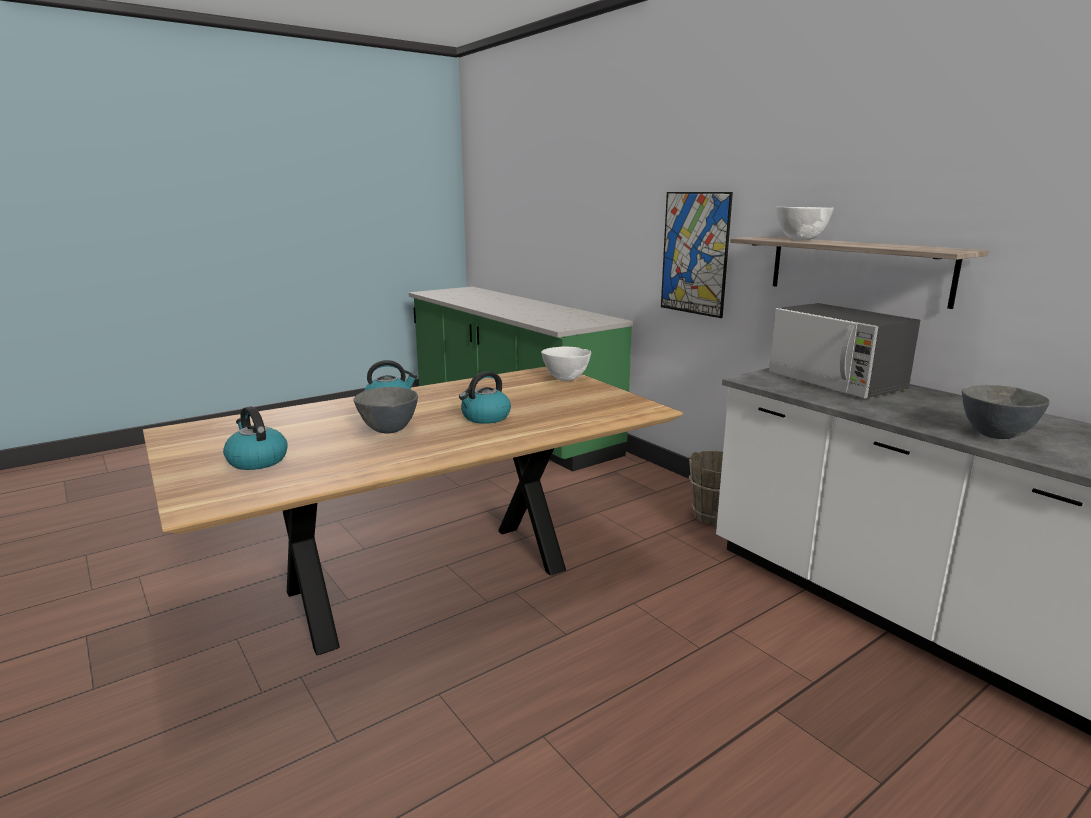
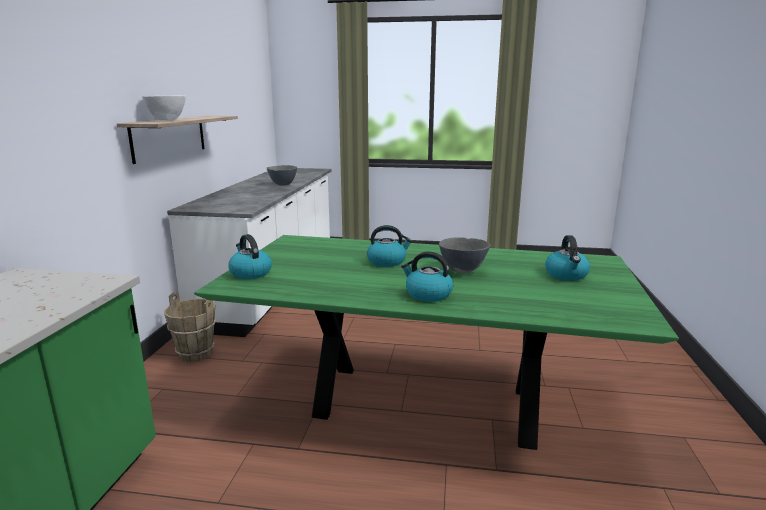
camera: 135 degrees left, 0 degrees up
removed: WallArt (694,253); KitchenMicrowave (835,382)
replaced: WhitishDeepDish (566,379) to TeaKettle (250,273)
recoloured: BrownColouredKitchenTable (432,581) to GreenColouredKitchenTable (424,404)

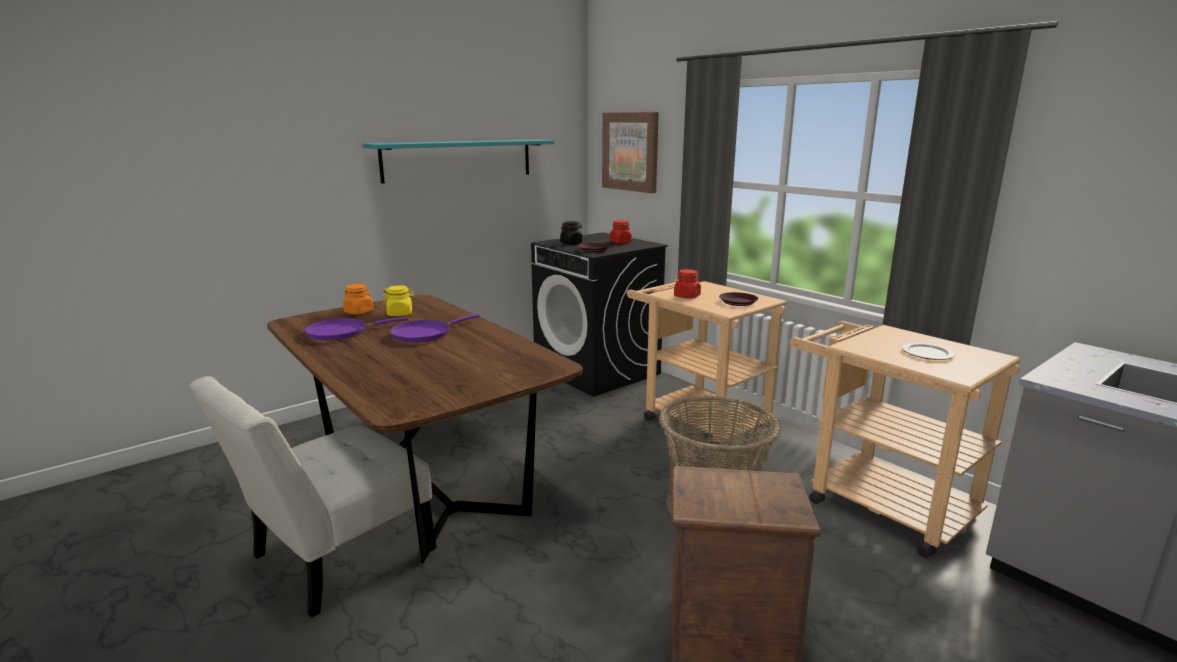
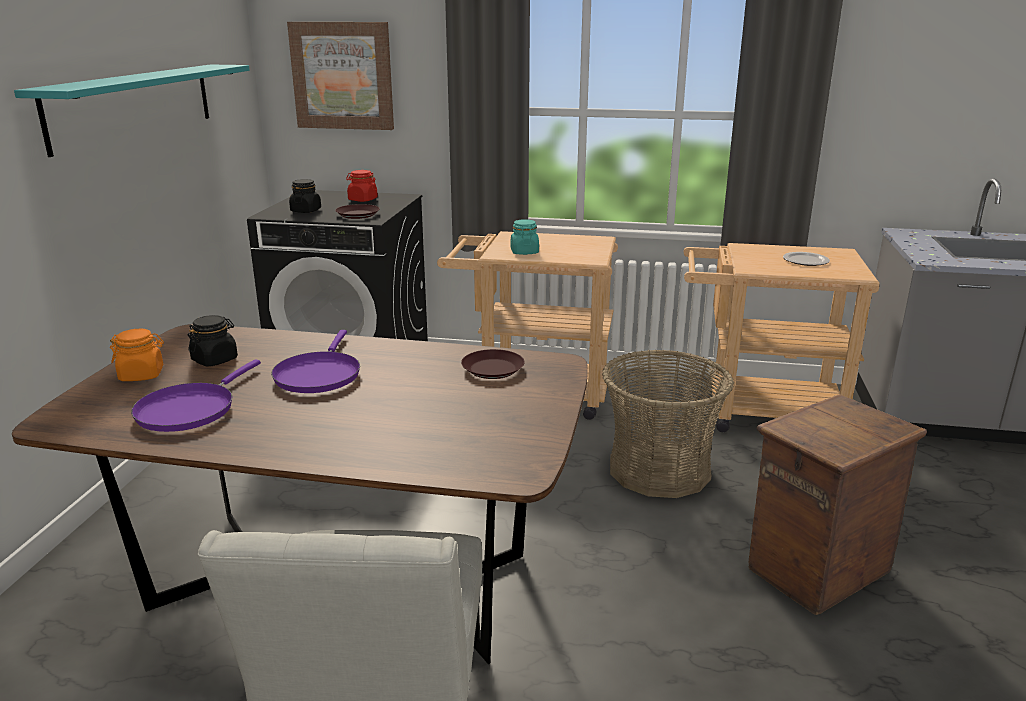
camera: 40 degrees left, 5 degrees up
moved: BrownColouredPlate (738,302) to (493,369)
recoloured: YellowishPreserveJar (400,314) to BlackPreserveJar (215,360); ReddishPreserveJar (687,296) to TurquoiseColouredPreserveJar (524,252)

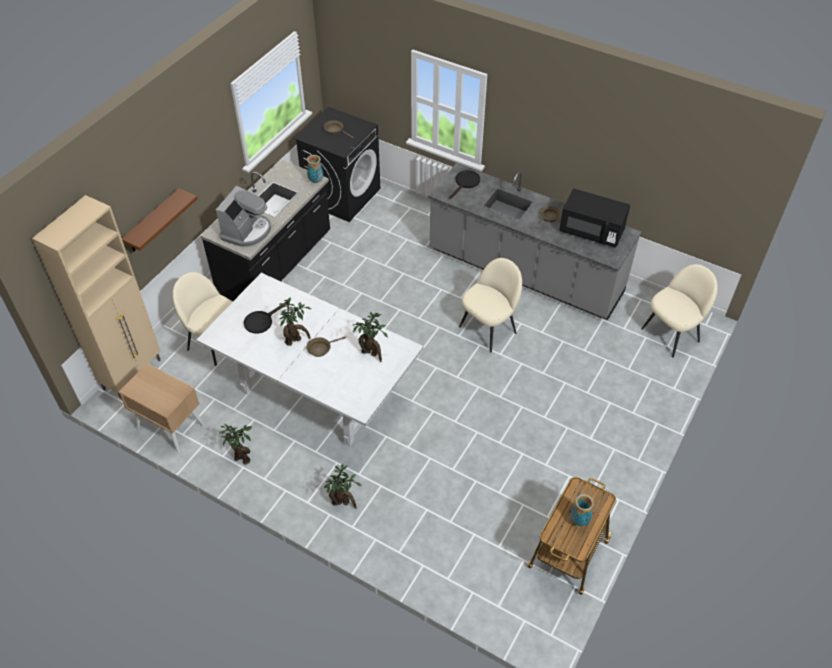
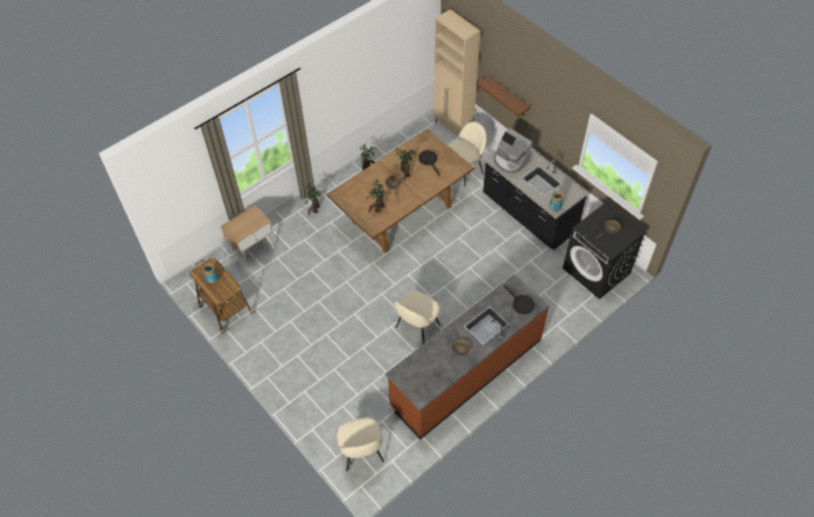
camera: 110 degrees right, 5 degrees up
removed: BlackKitchenMicrowave (591,231)
moved: SandColouredBedsideTable (170,427) to (253,249)
recoloured: WhitishKitchenTable (315,391) to BrownColouredKitchenTable (402,214); GreyishKitchenCounter (524,272) to BrownColouredKitchenCounter (466,372)
turned: SandColouredChair (489,329) = (417,327) 60 degrees clockwise

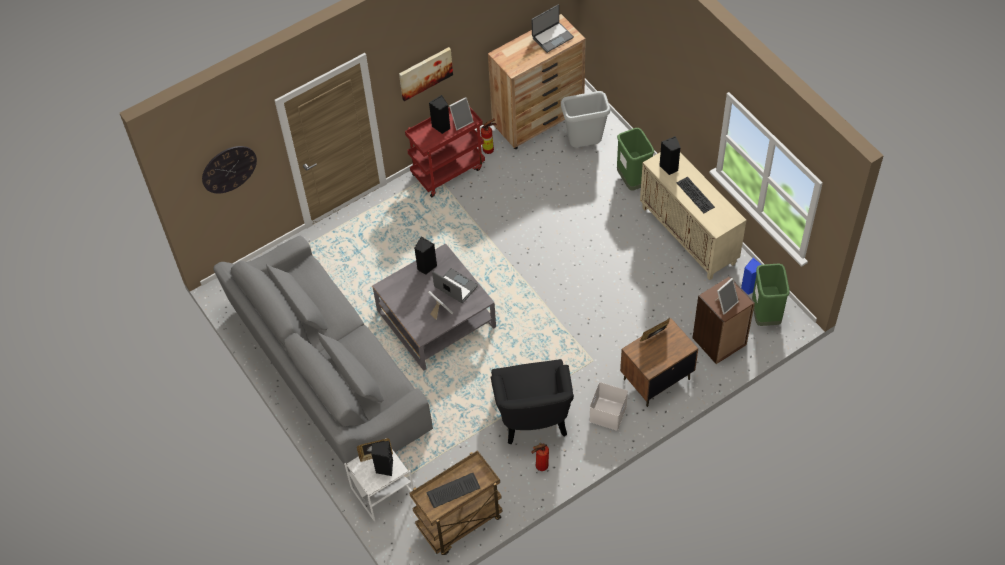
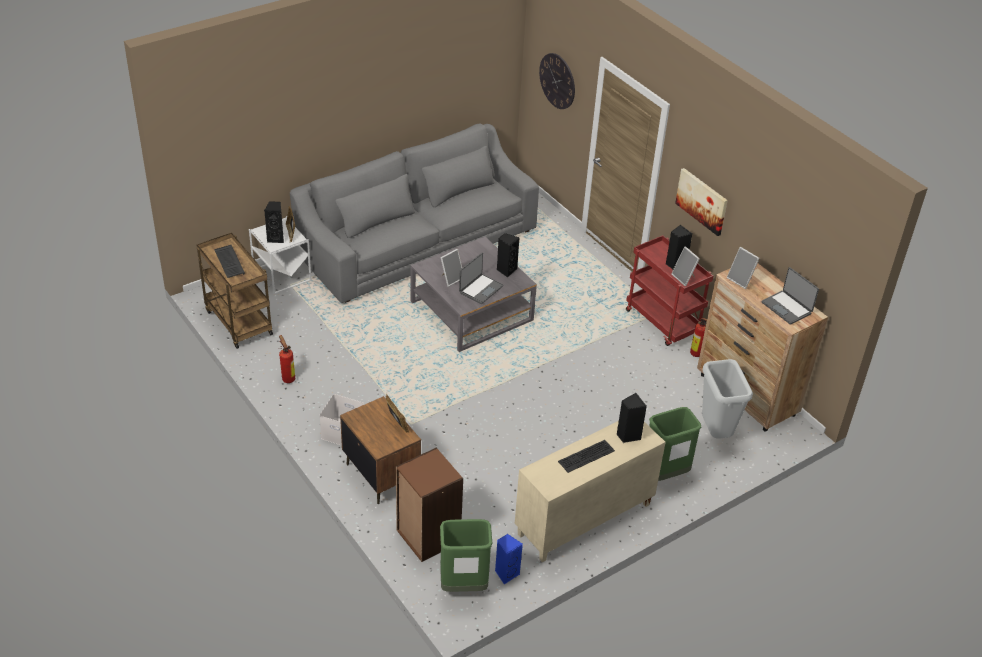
camera: 85 degrees right, 15 degrees down
removed: BlackLoungeChair (533,414)
moved: PhotoFrame (725,303) to (741,280)

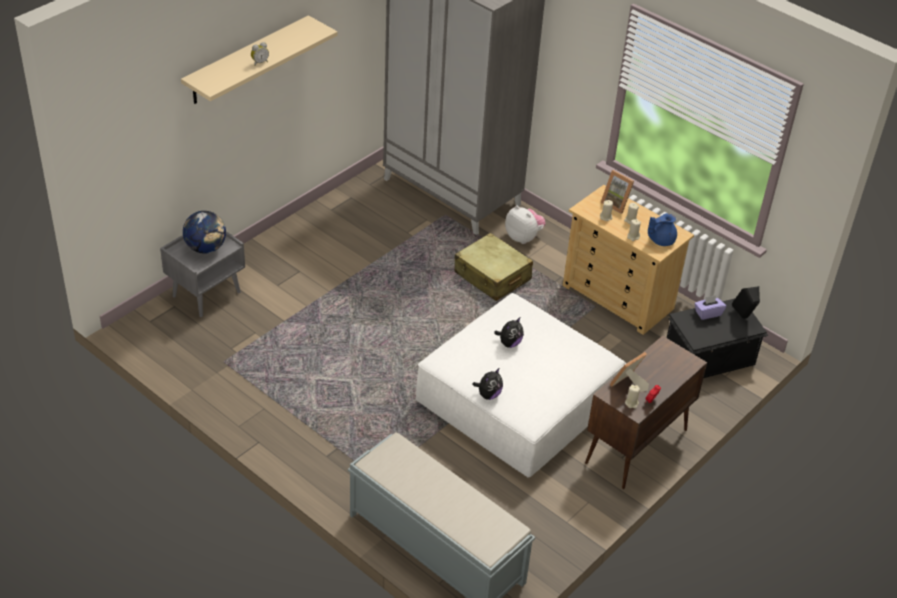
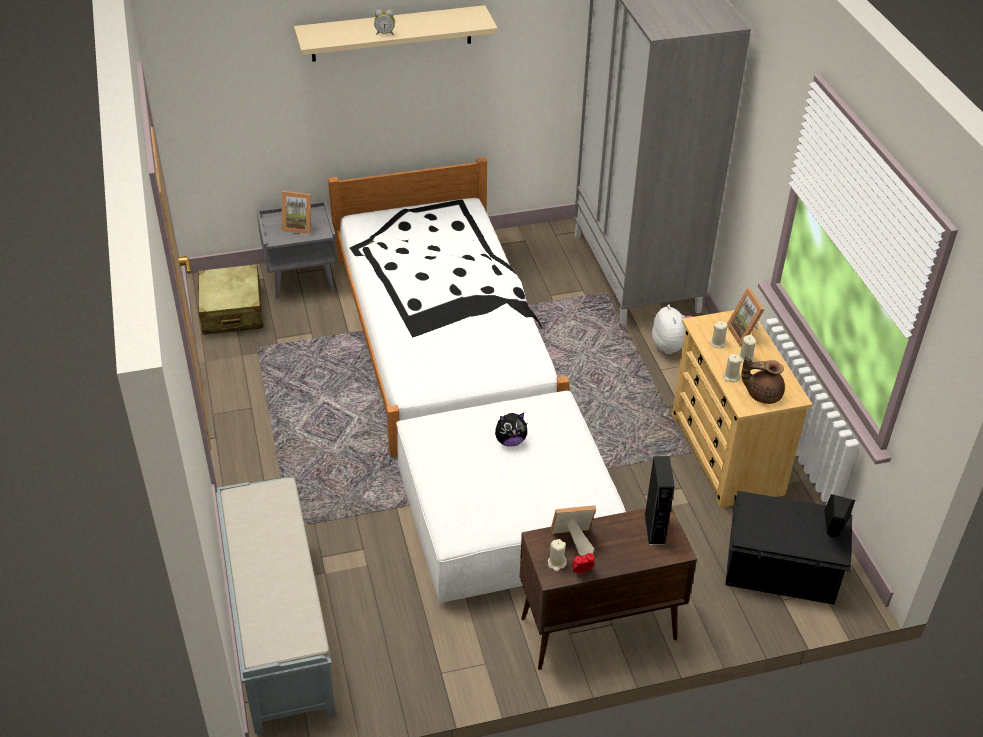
camera: 35 degrees right, 0 degrees up
removed: PlushToy (488,394); PurplishBoxOfTissues (708,313)
added: WhitishBedroomBed (442,336); BlackAudioSpeaker (654,529)
moved: SandColouredPieceOfLuggage (492,276) to (232,311)
replaced: DeskGlobe (206,248) to PhotoFrame (299,226)
recoloured: BlueTeaPot (660,240) to BrownColouredTeaPot (762,394)

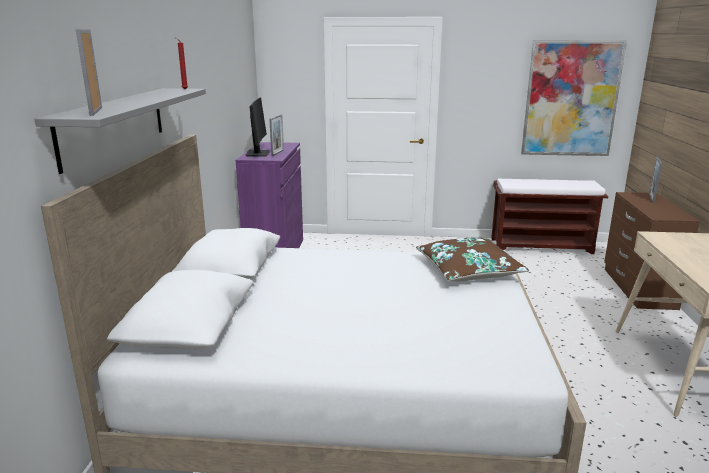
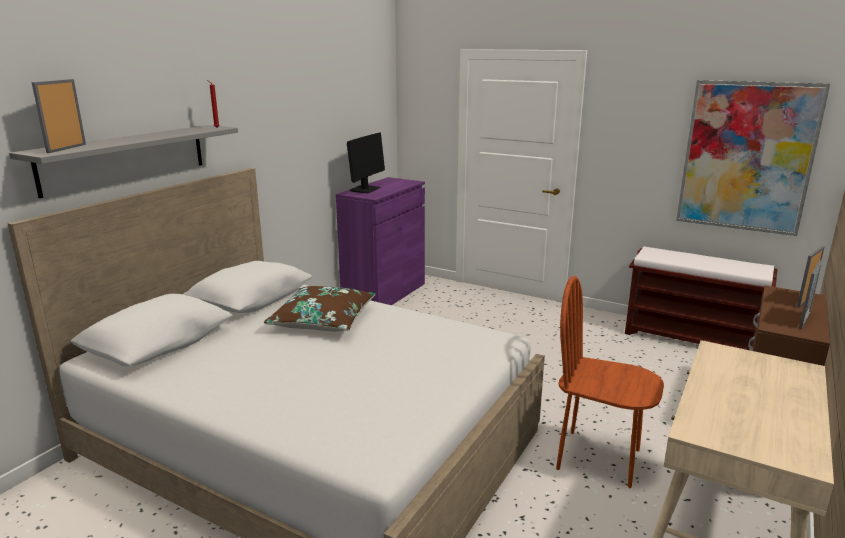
camera: 25 degrees right, 0 degrees up
added: BrownColouredChair (598,458)
moved: PhotoFrame (277,153) to (804,320); BrownColouredThrowPillow (468,270) to (323,320)

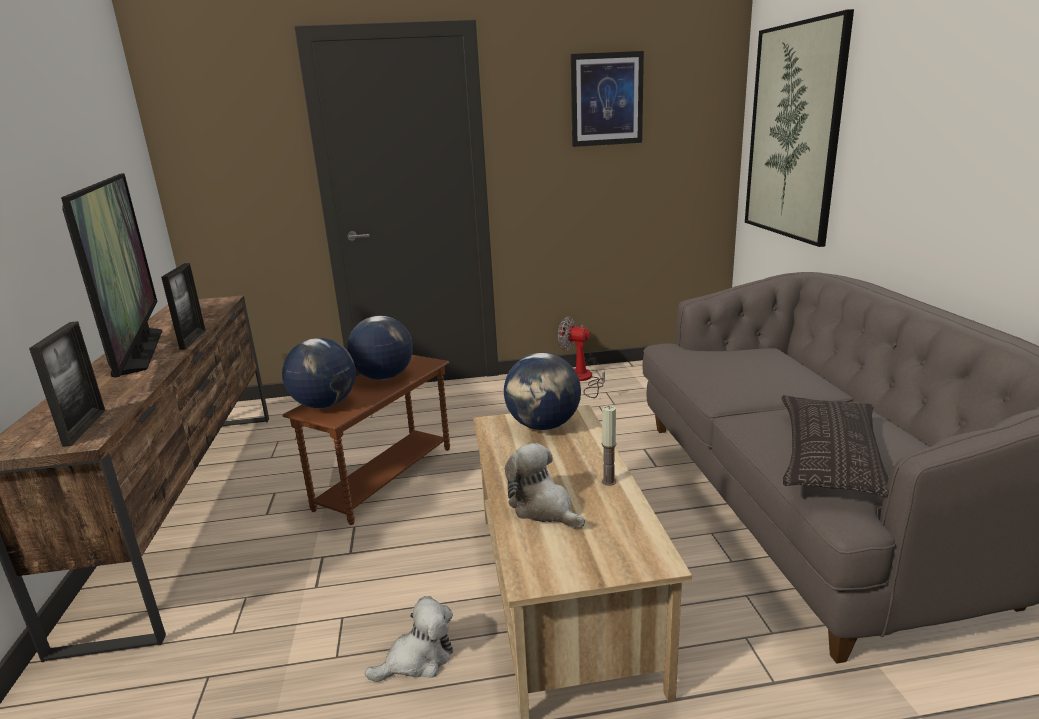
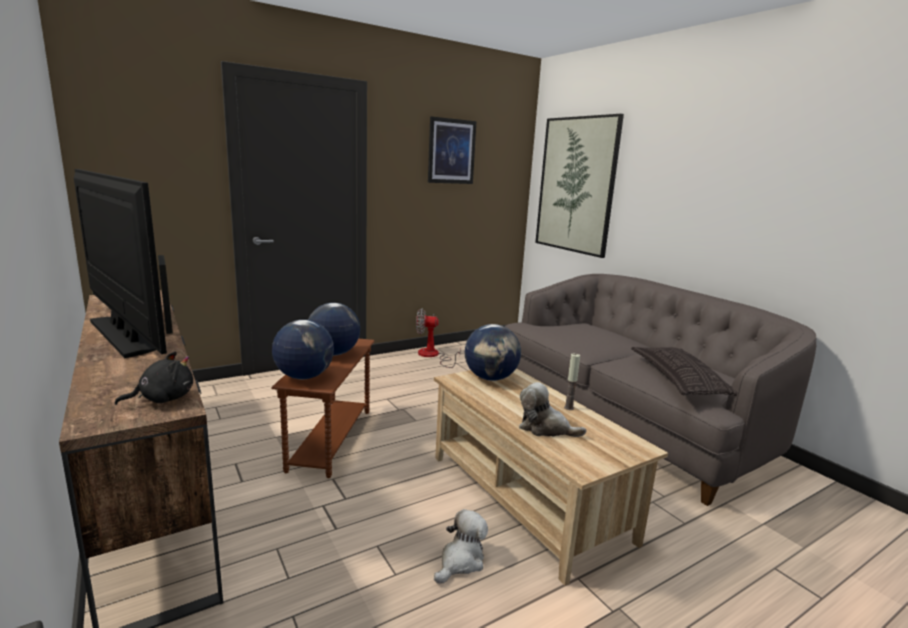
camera: 25 degrees left, 5 degrees down
replaced: PhotoFrame (85,427) to BlackPlushToy (163,399)

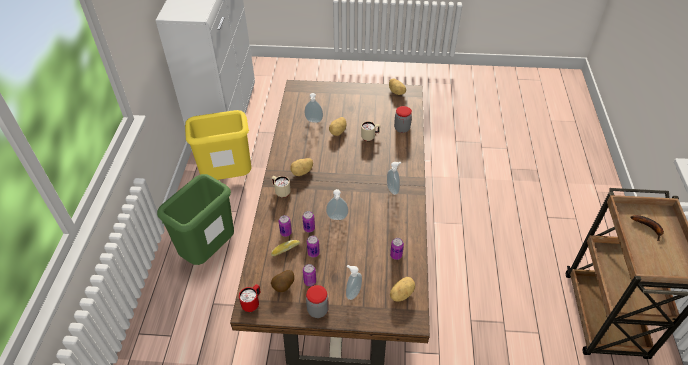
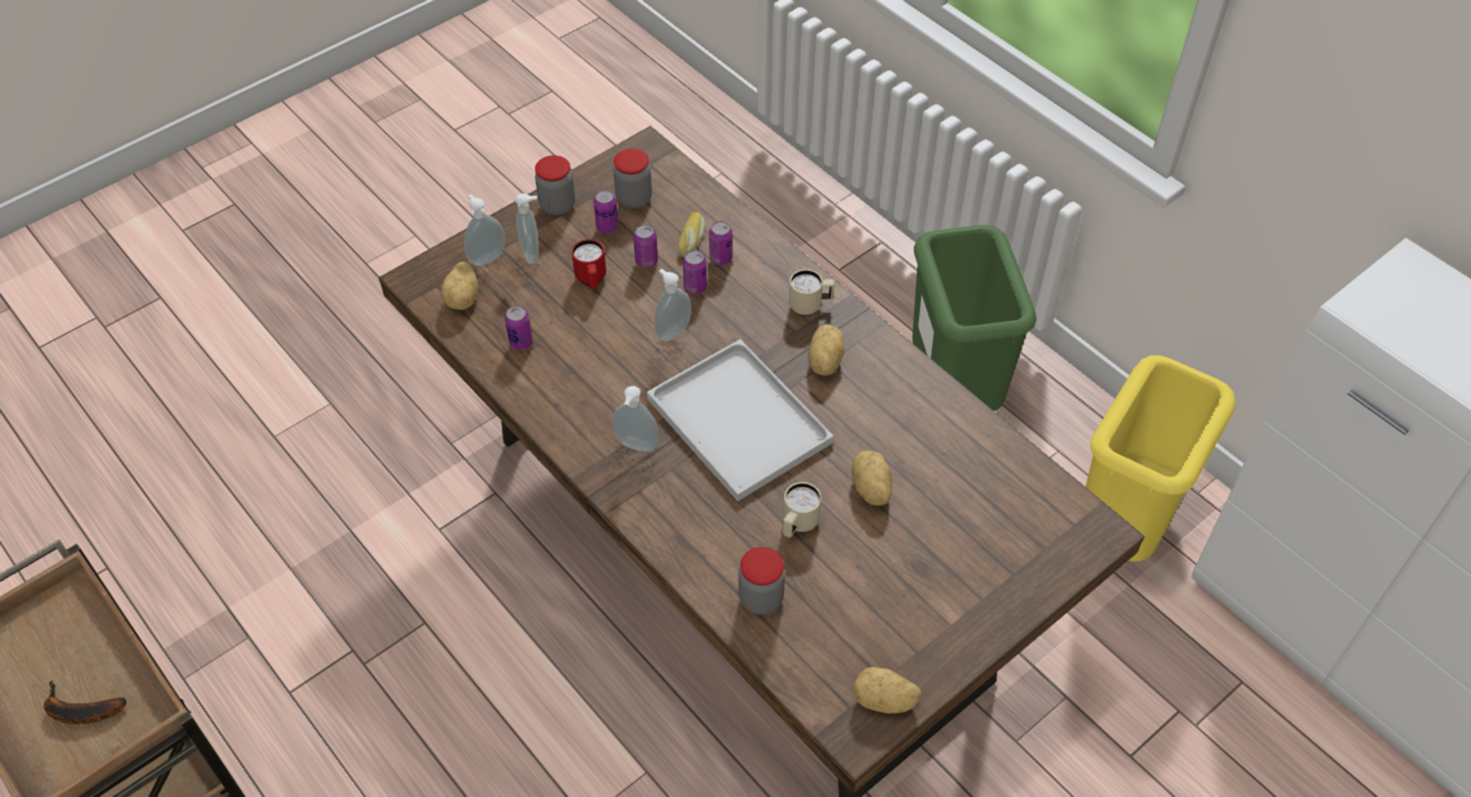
camera: 135 degrees right, 5 degrees up
added: WhitishServingTray (735,419)
moved: ReddishTeaMug (252,303) to (591,280); SoapDispenser (314,121) to (486,257)
replaced: WholePotato (284,287) to PreserveJar (634,199)

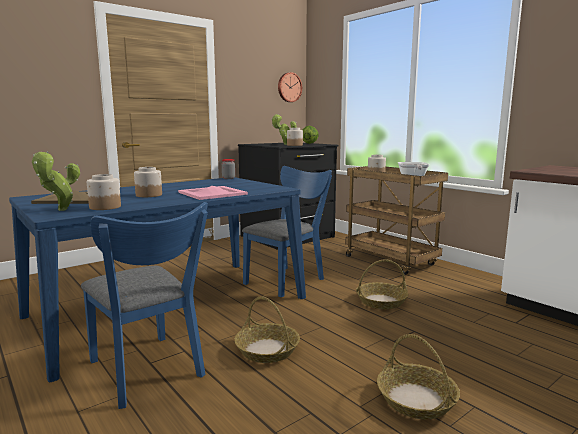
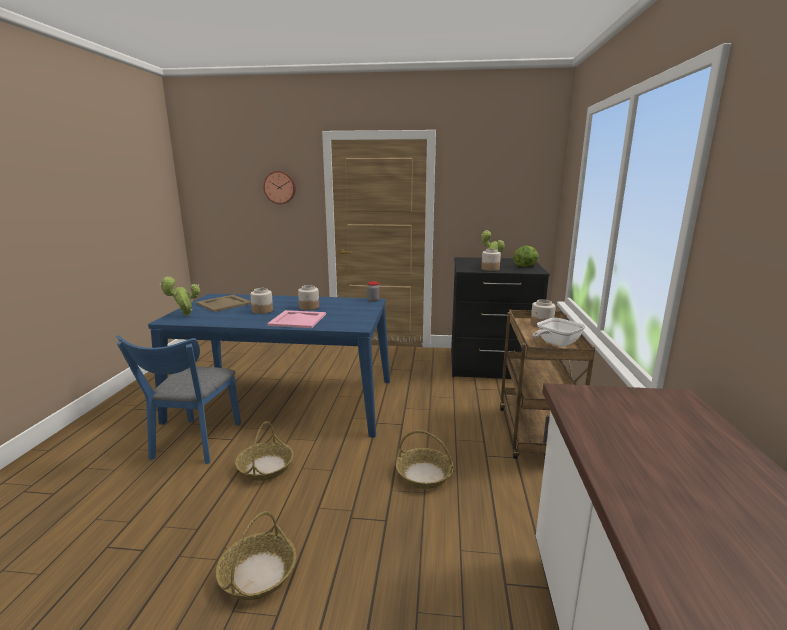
camera: 45 degrees right, 5 degrees up
removed: BlueChair (288,279)
moved: PreserveJar (104,207) to (309,307); ClockOnTheWall (289,87) to (280,187)

